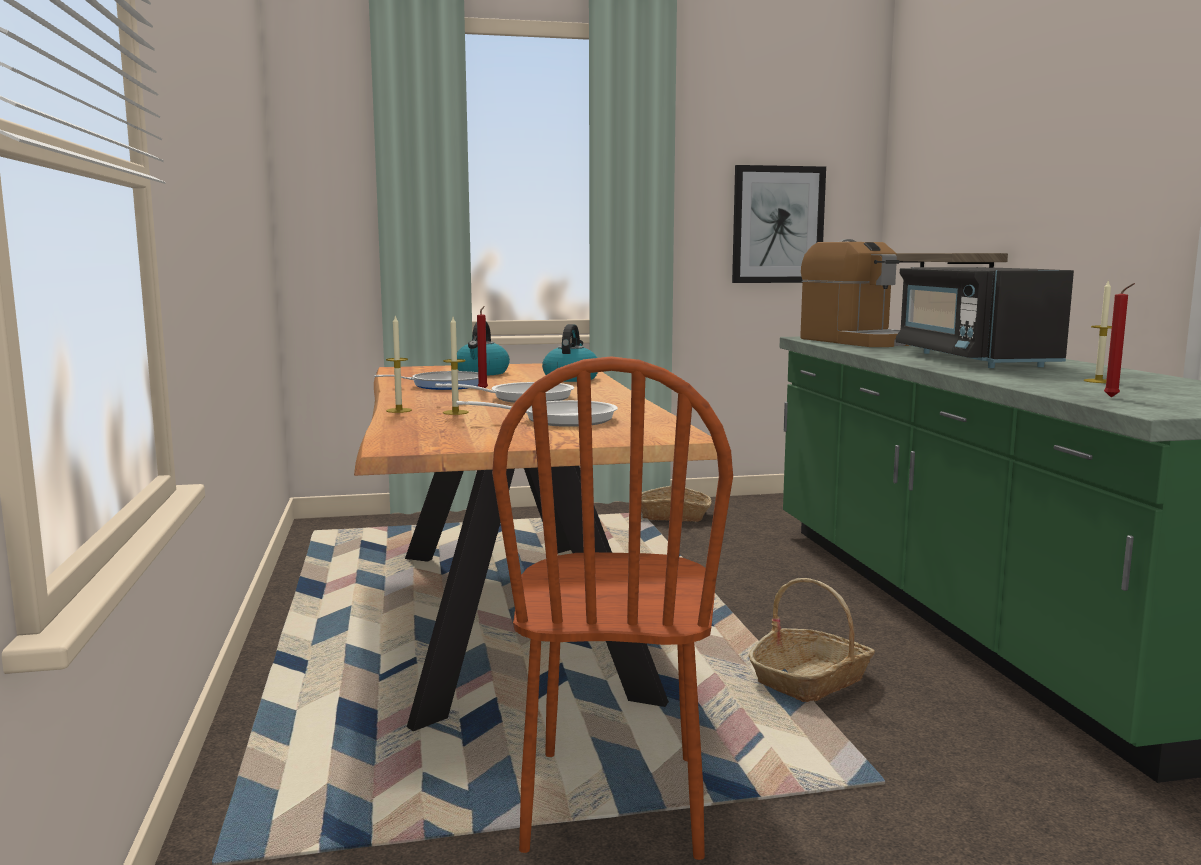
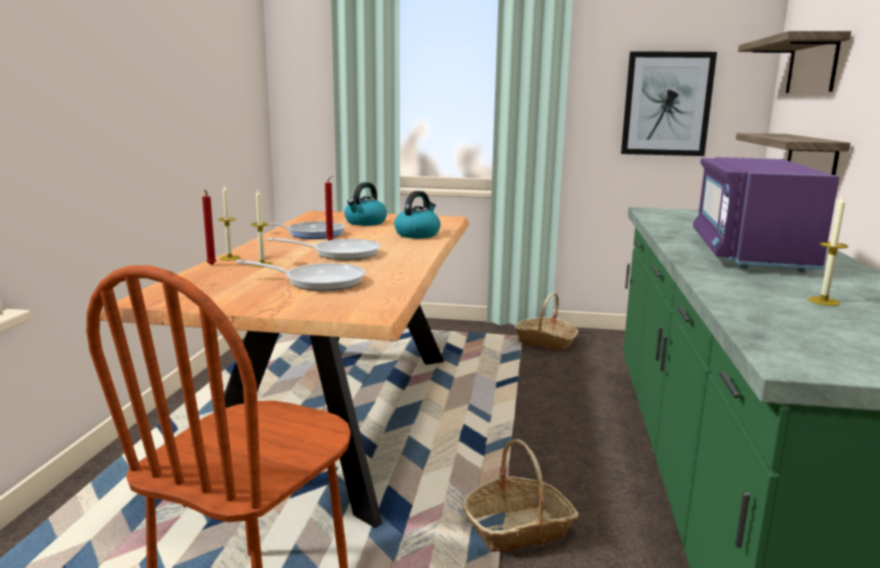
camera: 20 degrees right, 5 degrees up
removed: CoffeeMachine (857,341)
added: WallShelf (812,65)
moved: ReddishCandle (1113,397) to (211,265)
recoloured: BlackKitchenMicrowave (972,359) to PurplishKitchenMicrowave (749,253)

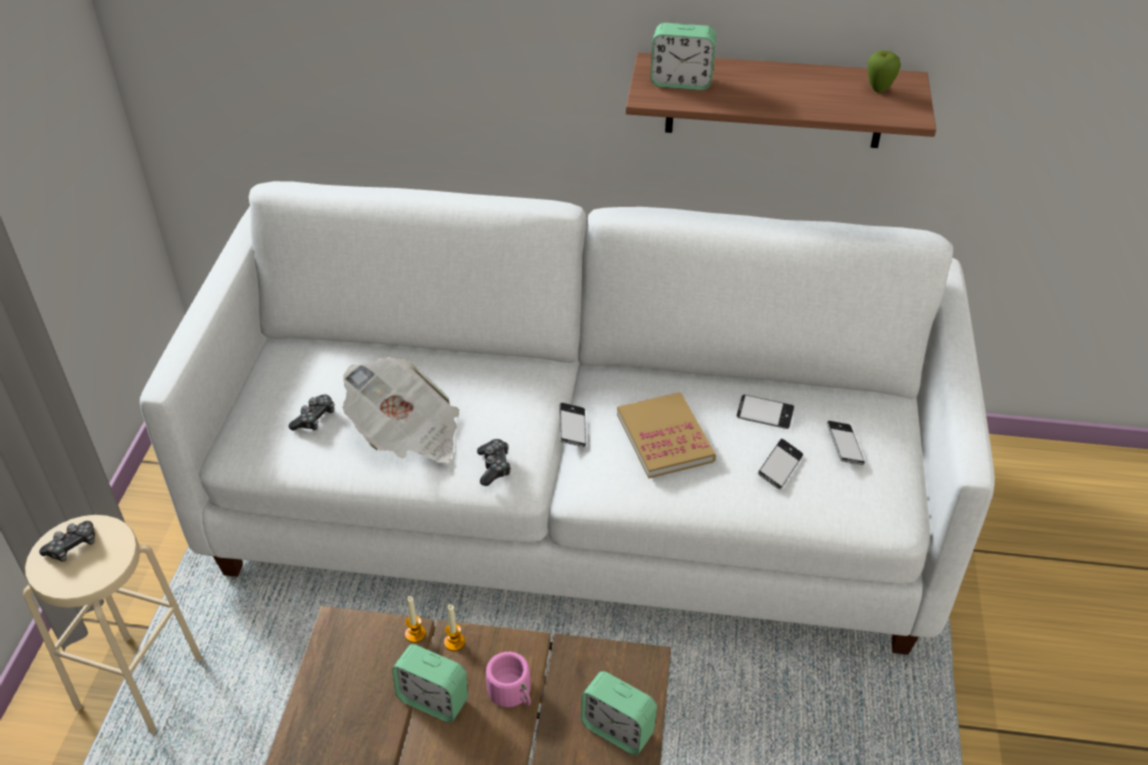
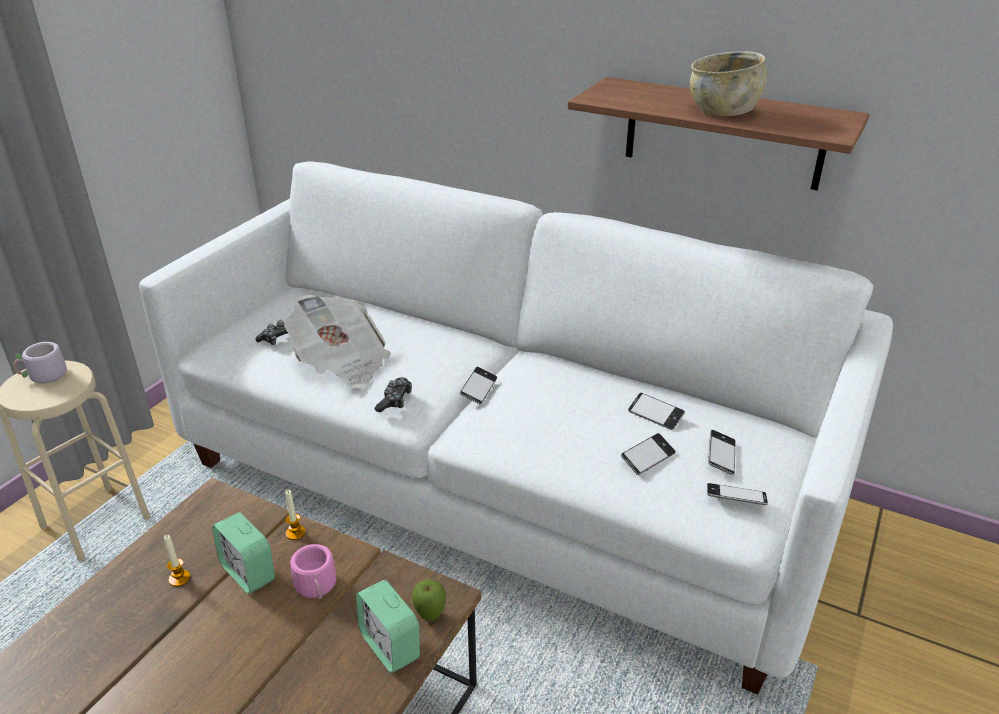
camera: 20 degrees right, 10 degrees down
removed: Book (665,438); TableClock (681,82)
added: SandColouredDeepDish (723,111); Handset (735,498)
moved: Candle (415,634) to (179,578); WholeApple (878,90) to (430,616)
replaced: Gamepad (73,546) to GreyishTeaMug (44,377)

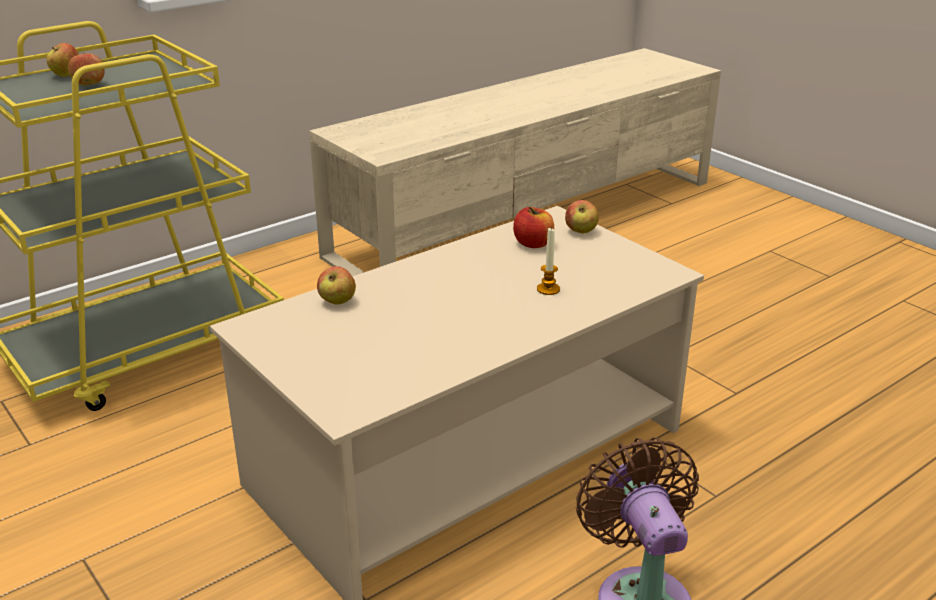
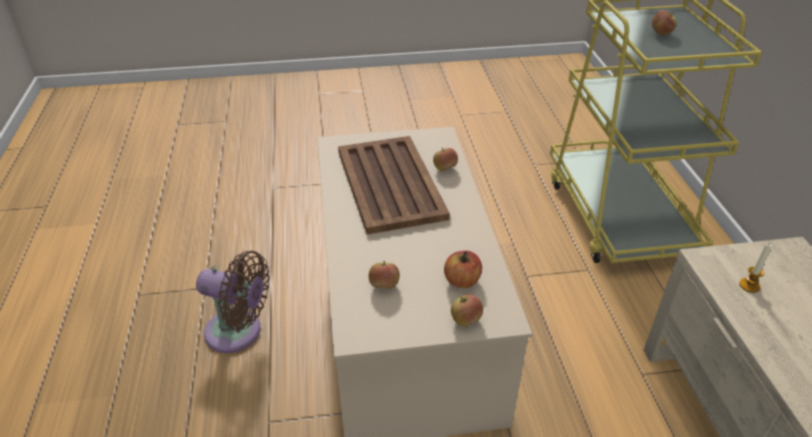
camera: 120 degrees right, 10 degrees up
added: BrownColouredServingTray (390,183)
moved: WholeApple (66,75) to (384,285); Candle (548,289) to (749,285)

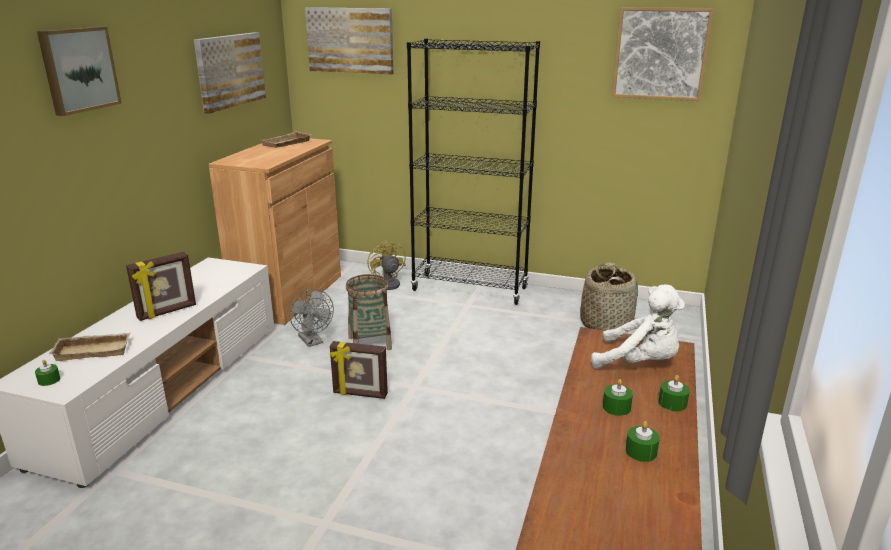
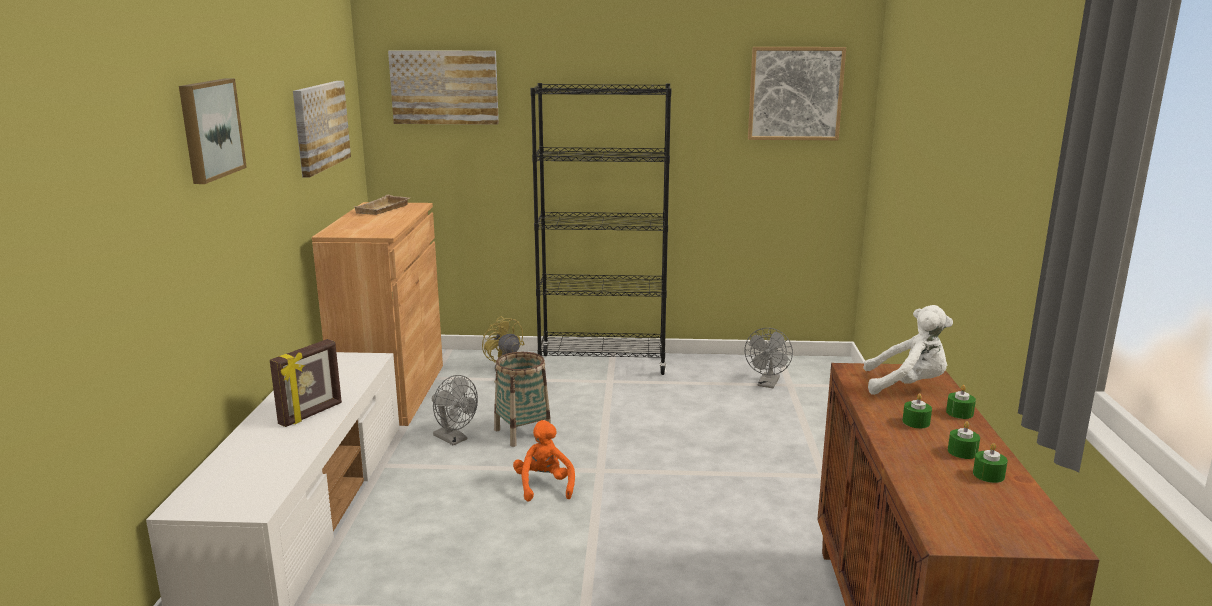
camera: 15 degrees left, 5 degrees down
removed: SandColouredServingTray (94,350)
moved: GreenColouredCandle (49,380) to (988,475)
replaced: PhotoFrame (360,394) to OrangePlushToy (544,486); HouseholdBasket (606,325) to GreyishElectricFan (768,384)

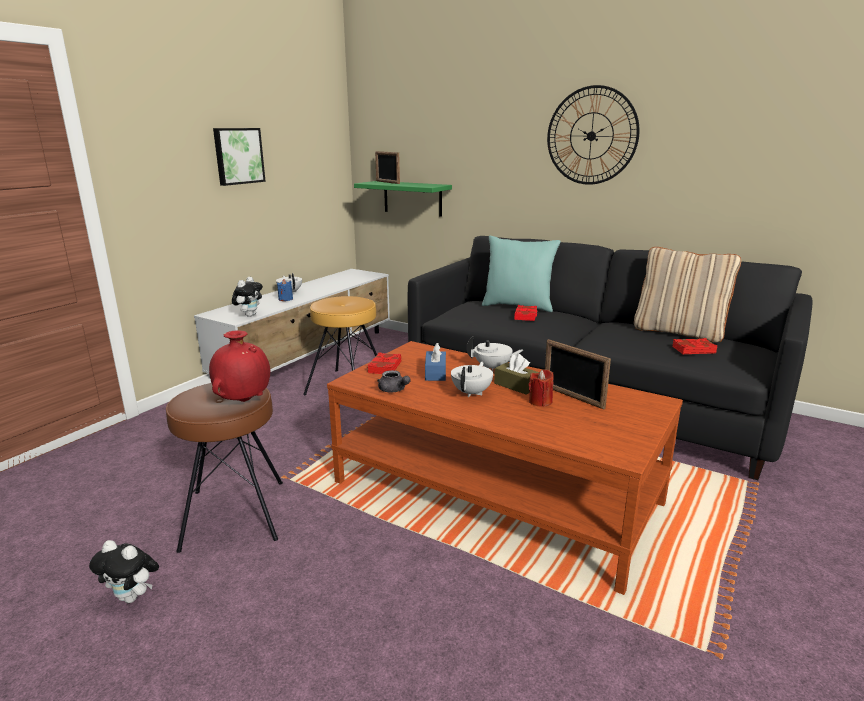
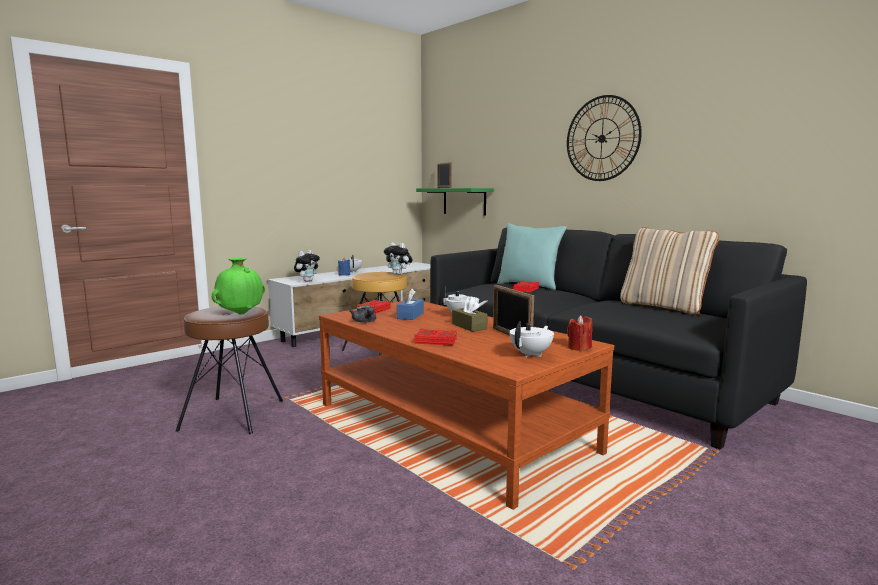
camera: 15 degrees right, 10 degrees down
removed: WallArt (238,156)
moved: PlushToy (133,597) to (398,274); WhitishTeaPot (472,393) to (531,354); ReddishCandle (540,401) to (579,347); ReddishBook (693,349) to (436,341)
recoloured: ReddishDecorativeVase (244,400) to GreenColouredDecorativeVase (241,314)

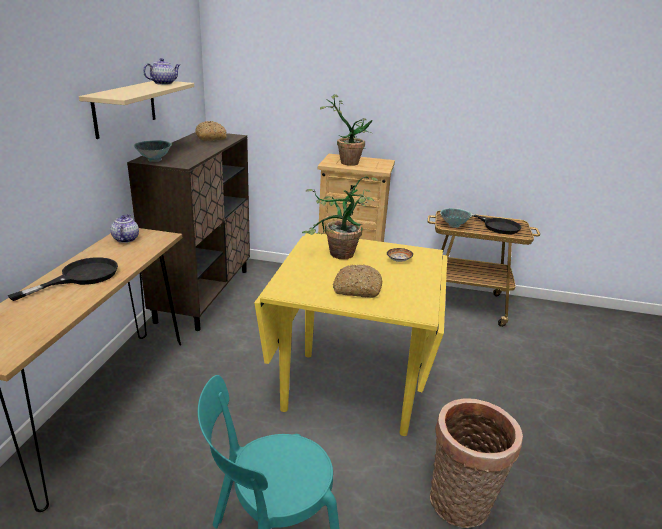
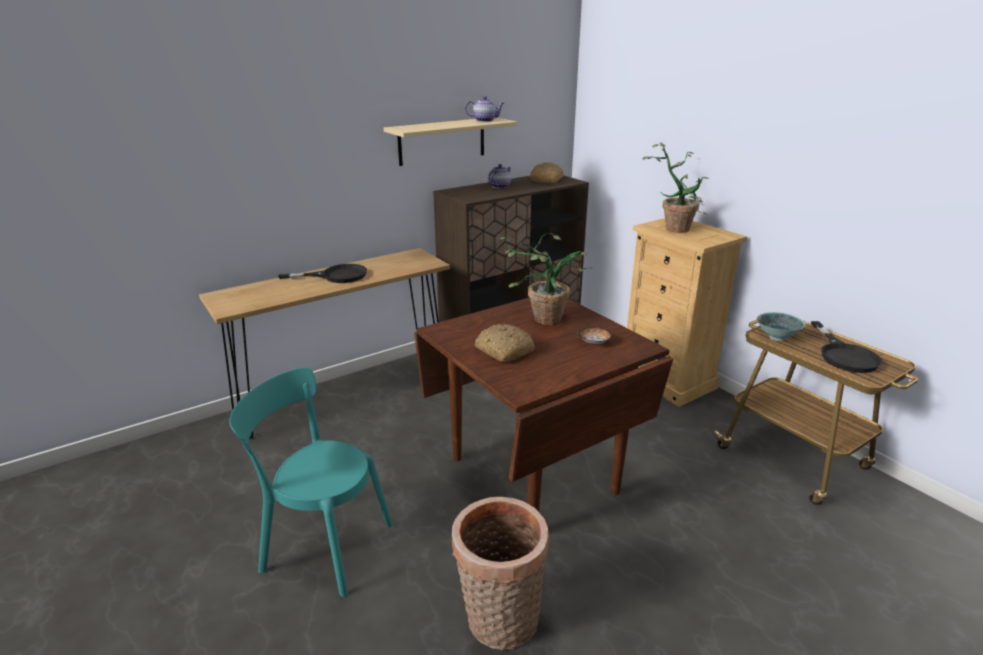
camera: 45 degrees right, 0 degrees up
removed: DeepDish (154,160)
moved: TeaPot (125,239) to (499,186)
recoloured: YellowishKitchenTable (351,389) to BrownColouredKitchenTable (534,474)

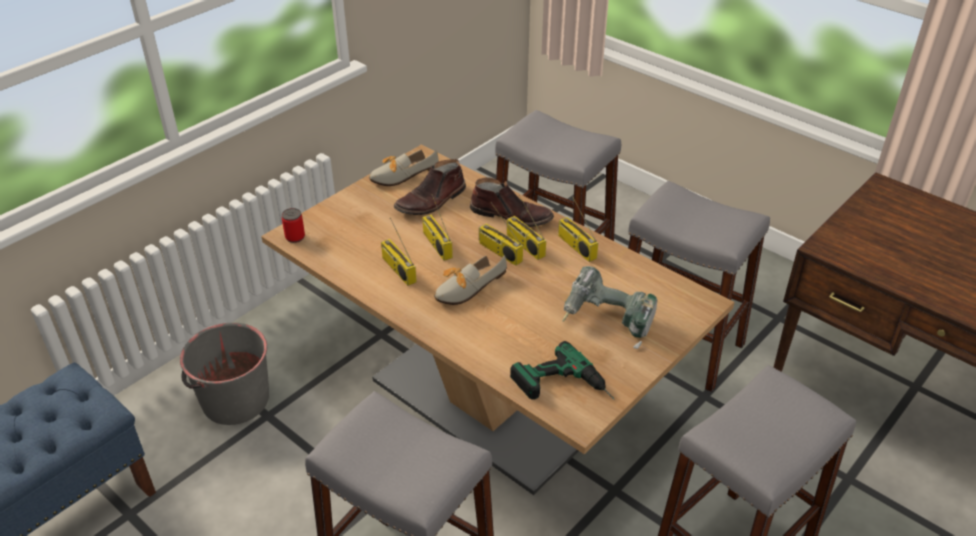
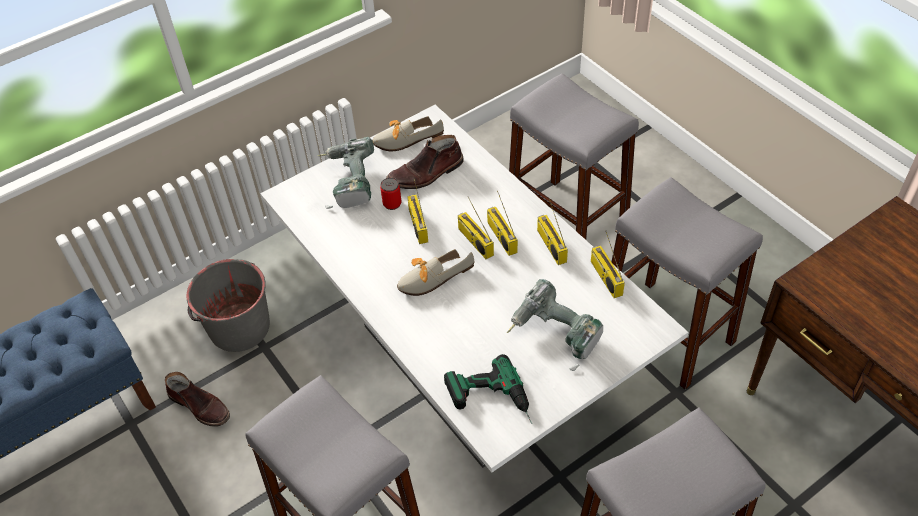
camera: 15 degrees right, 10 degrees up
added: PowerDrill (348,183)
moved: MetalCan (295,237) to (392,203); RadioSet (397,269) to (605,277); BrownColouredBoot (511,215) to (200,406)
recoloured: BrownColouredKitchenTable (488,401) to WhitishKitchenTable (465,364)

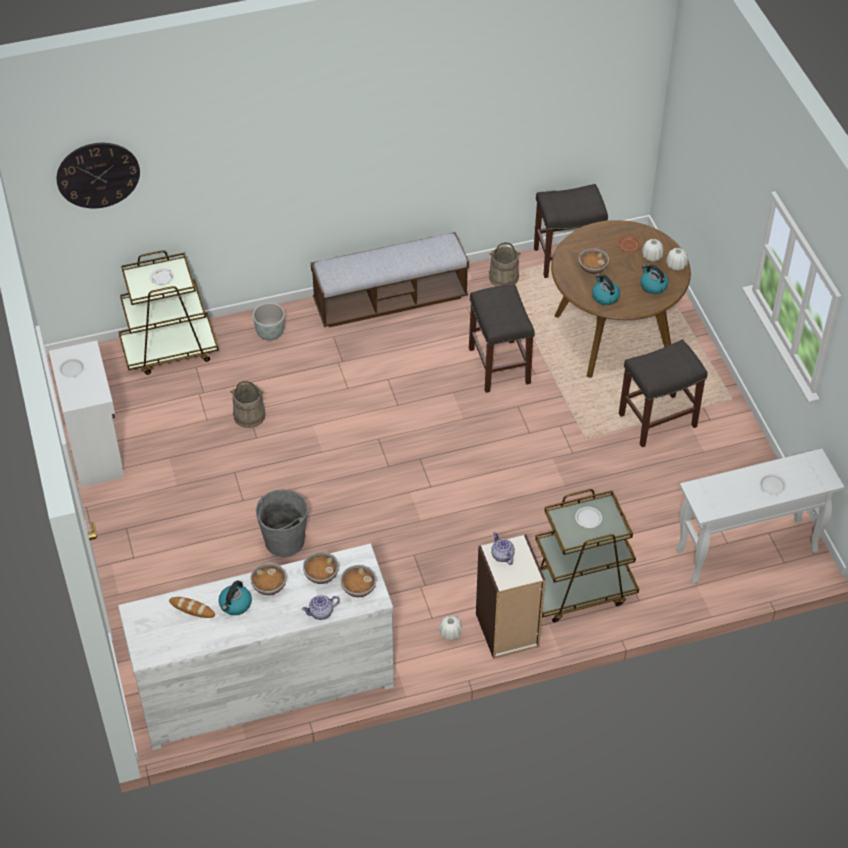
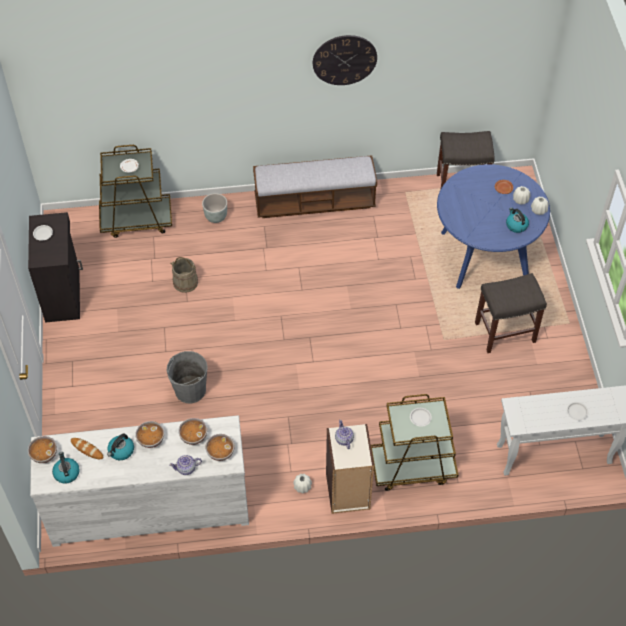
camera: 10 degrees right, 5 degrees up
removed: GreyishStoolSeat (498,365); SandColouredBucket (503,277)
moved: ClockOnTheWall (98,175) to (344,60); DeepDish (592,268) to (44,454); TeaKettle (605,297) to (66,473)
recoloured: WhitishCupboard (96,450) to BlackCupboard (63,294); BrownColouredKitchenTable (612,335) to BlueKitchenTable (484,255)

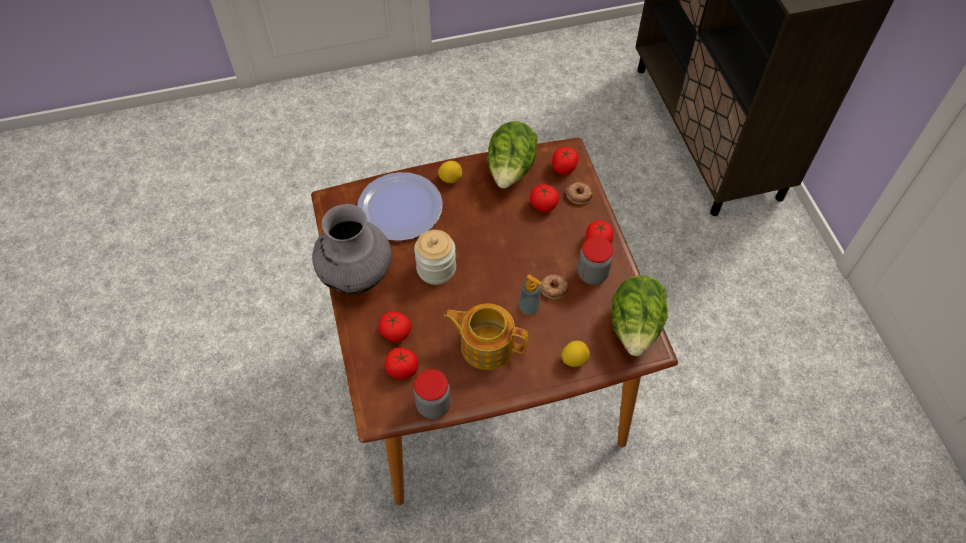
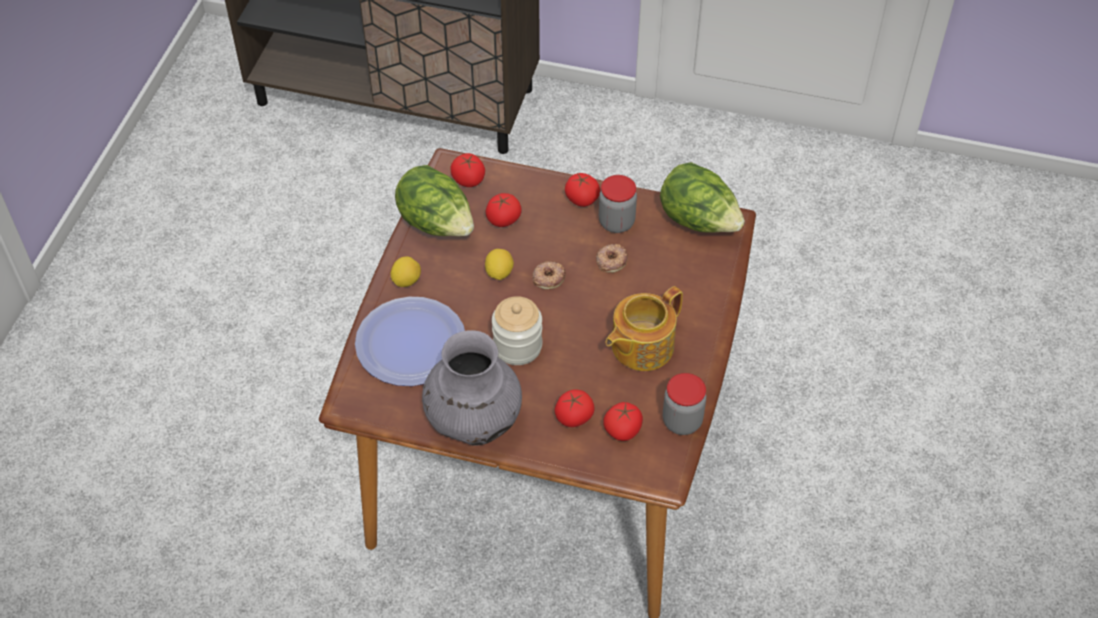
camera: 60 degrees left, 5 degrees down
removed: SoapDispenser (529,308)
moved: WholeLemon (574,359) to (499,273); Donut (579,194) to (548,277)

